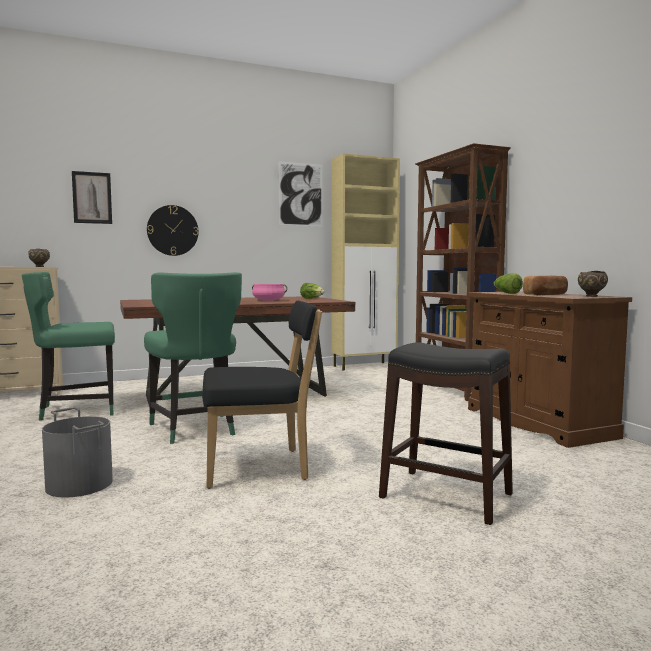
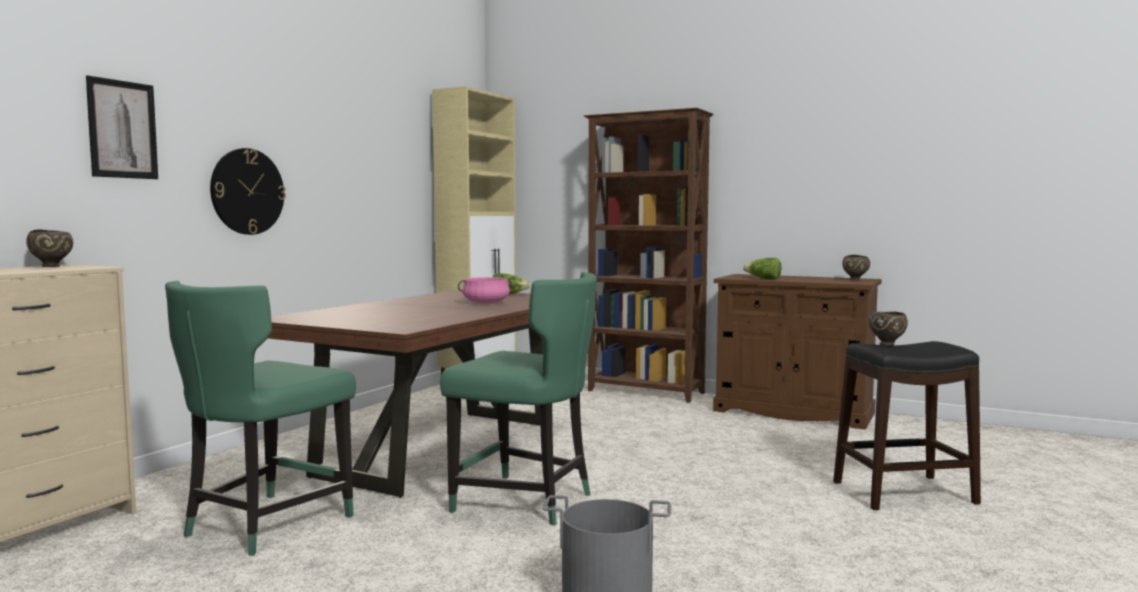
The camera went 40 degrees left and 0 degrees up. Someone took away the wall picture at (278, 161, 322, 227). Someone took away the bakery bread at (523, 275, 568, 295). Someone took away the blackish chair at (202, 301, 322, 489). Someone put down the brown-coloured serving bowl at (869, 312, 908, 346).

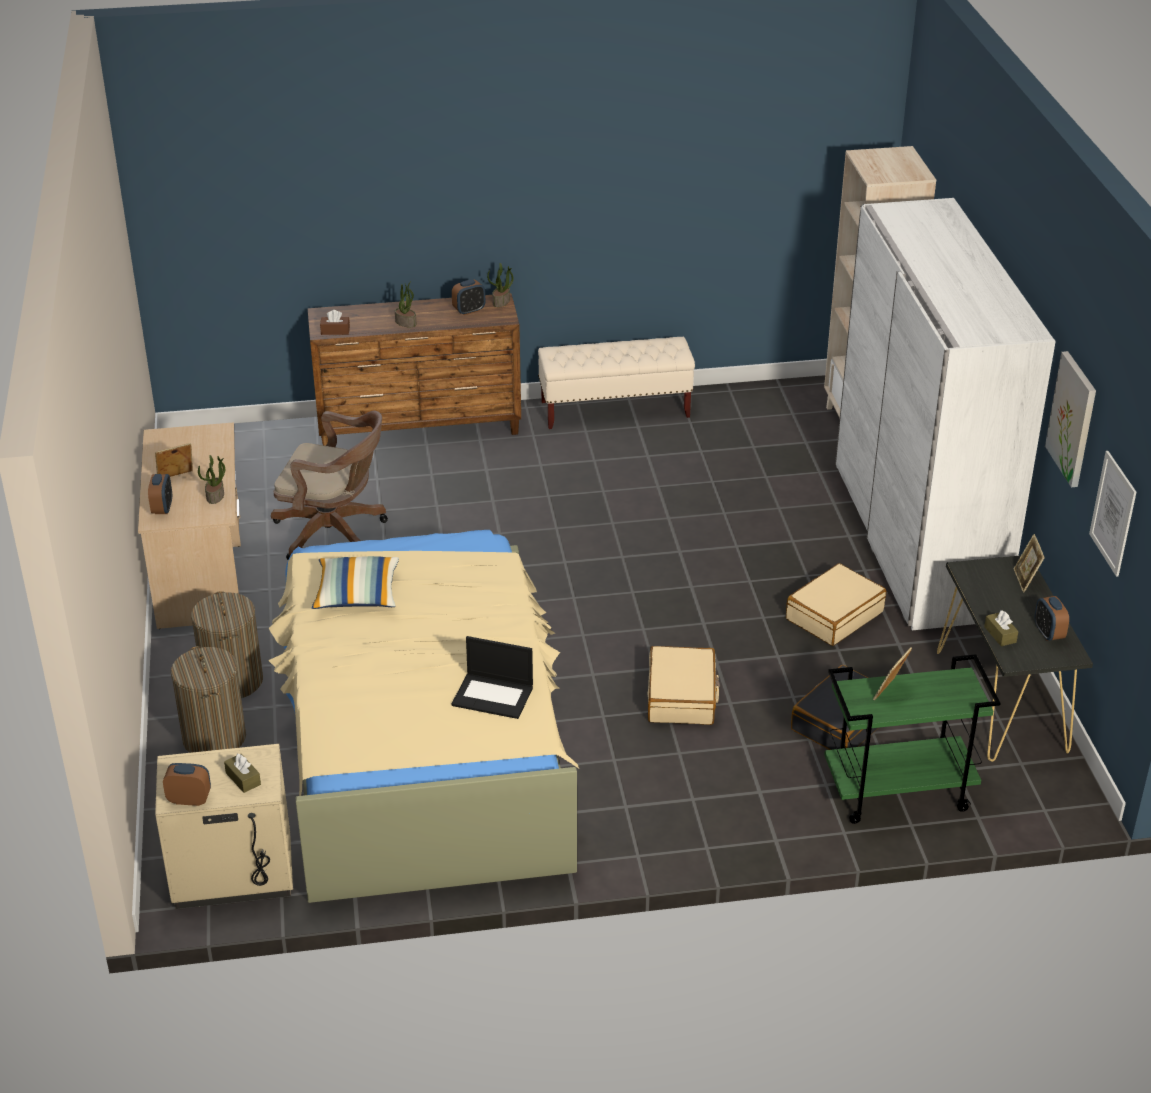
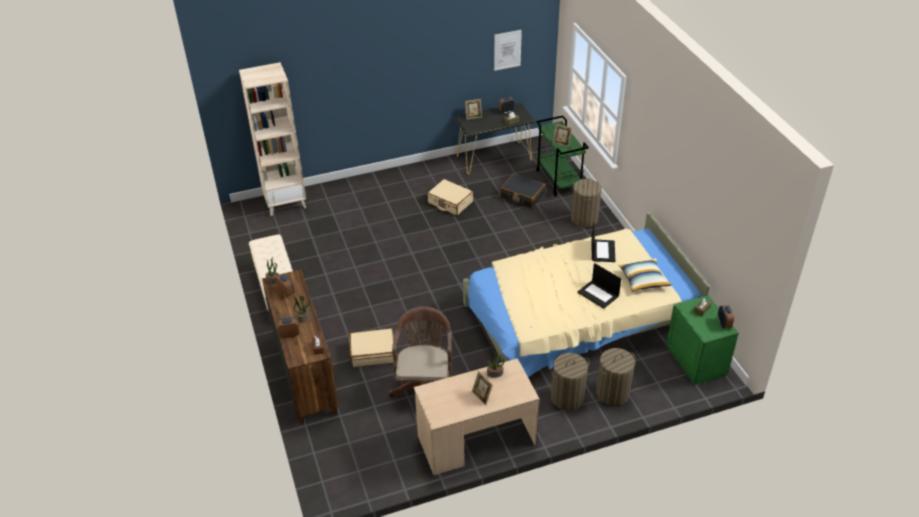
The camera went 100 degrees left and 5 degrees up. Someone took away the white-coloured clothes cupboard at (835, 198, 1056, 630). Someone took away the wall picture at (1045, 351, 1096, 487). Someone carried the table clock from (148, 474, 172, 514) to (277, 317, 299, 338). Someone carried the throw pillow from (312, 556, 399, 609) to (618, 258, 672, 292). Someone carried the beige-coloured travel case from (647, 646, 720, 725) to (349, 328, 394, 367). Someone repainted the beige-coloured nightstand at (155, 744, 293, 909), which became the green nightstand at (666, 295, 739, 385). Someone put down the washing basket at (571, 178, 602, 227). Someone put down the notebook computer at (577, 263, 621, 309).

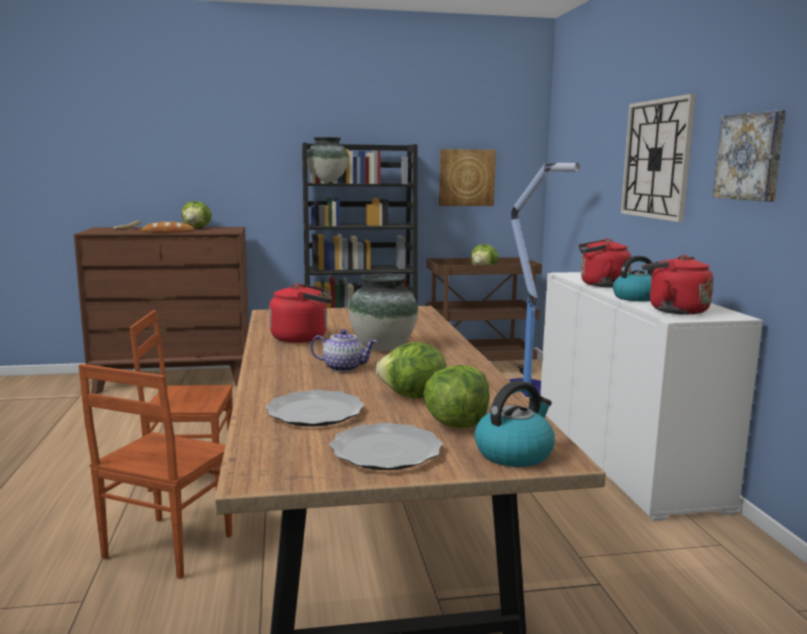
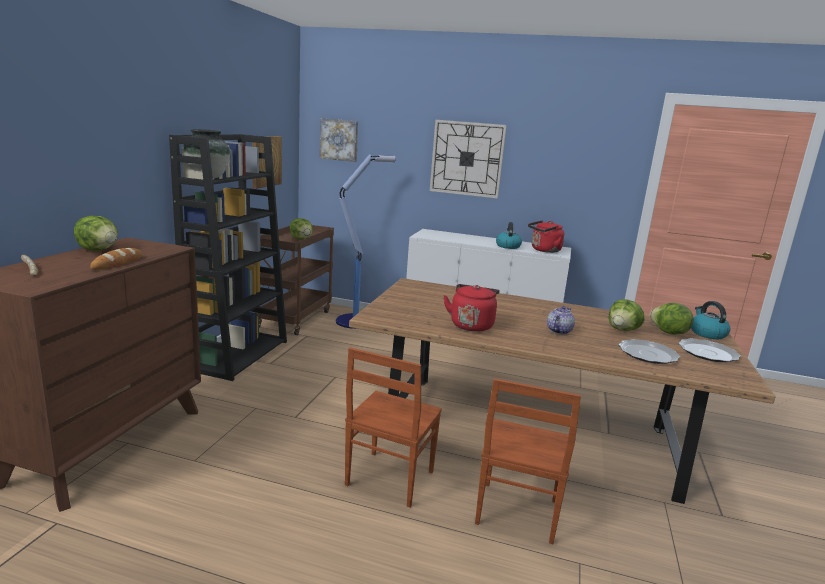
The camera went 65 degrees left and 5 degrees up. Someone carried the wall picture from (713, 110, 786, 202) to (320, 118, 358, 162). Someone took away the red kettle at (578, 239, 631, 287). Someone took away the vase at (349, 273, 418, 351). Someone rotated the brown-coloured chair at (78, 364, 232, 579) by 60 degrees clockwise.

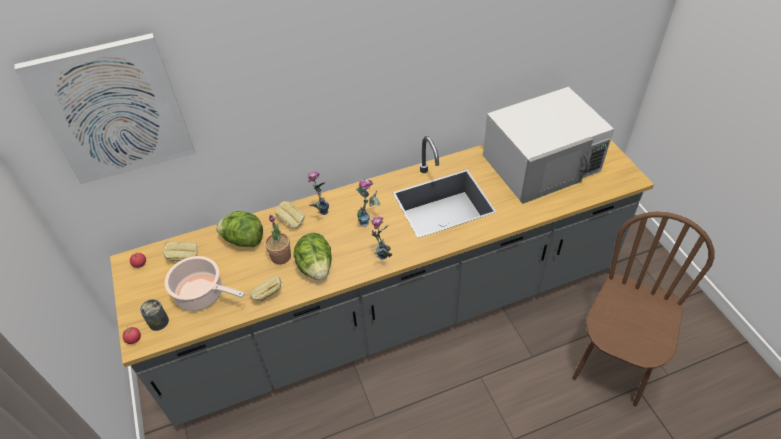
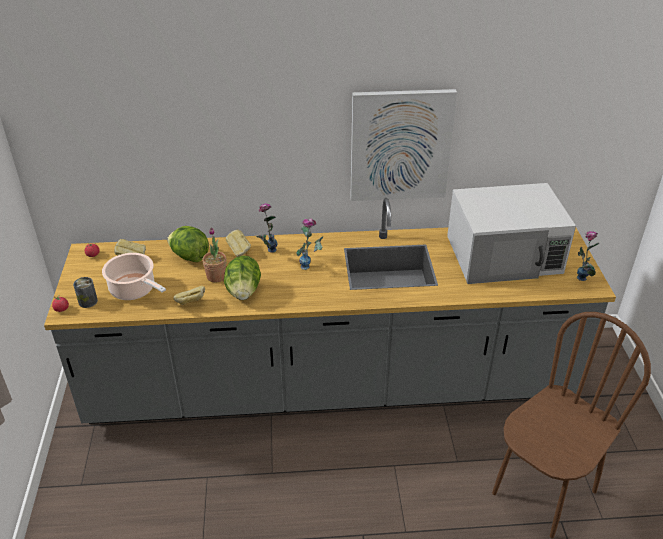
The camera went 15 degrees right and 10 degrees down. Someone carried the wall picture from (14, 33, 195, 184) to (350, 89, 457, 201). Someone carried the vase from (371, 217, 392, 260) to (577, 231, 599, 281).

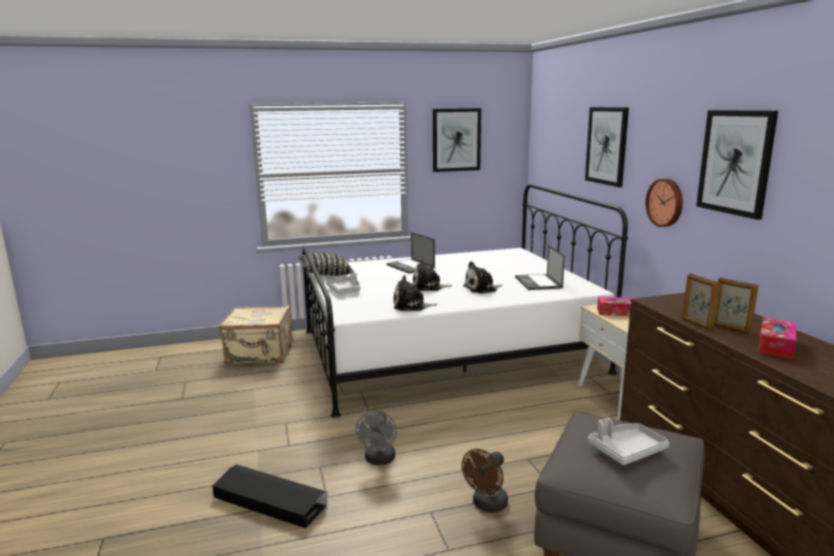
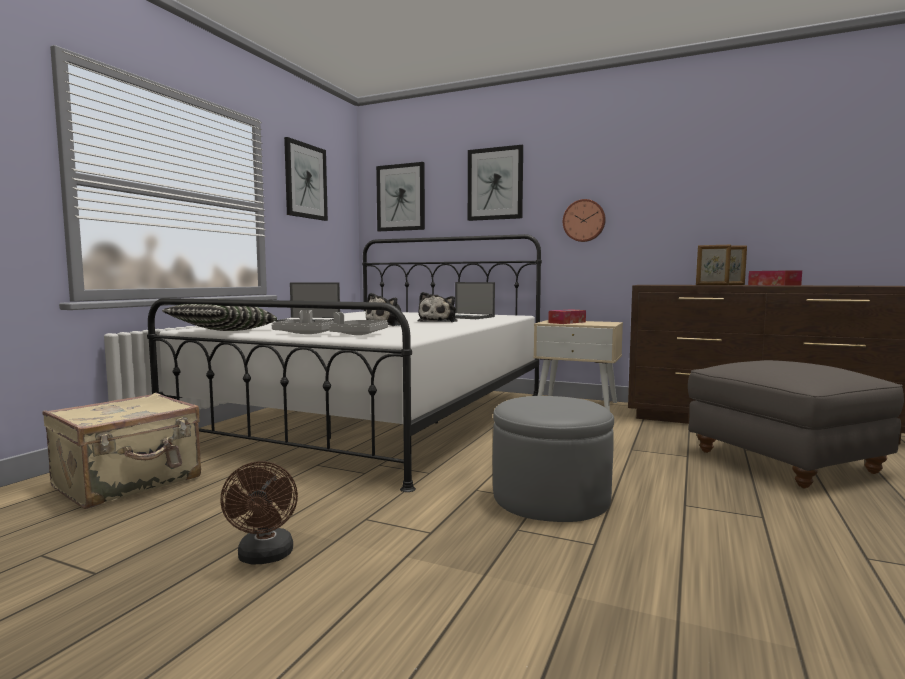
The camera went 50 degrees left and 10 degrees down. Someone carried the wall picture from (696, 110, 778, 220) to (376, 162, 425, 231). Someone took away the plush toy at (393, 275, 438, 311). Someone swapped the gray electric fan at (356, 411, 397, 465) for the gray pouffe at (493, 396, 614, 522). Someone carried the gray serving tray from (588, 418, 669, 465) to (329, 312, 388, 335). Someone carried the brown-coloured electric fan from (462, 449, 508, 513) to (220, 461, 298, 565). Someone took away the blackish storage bin at (212, 464, 327, 528).

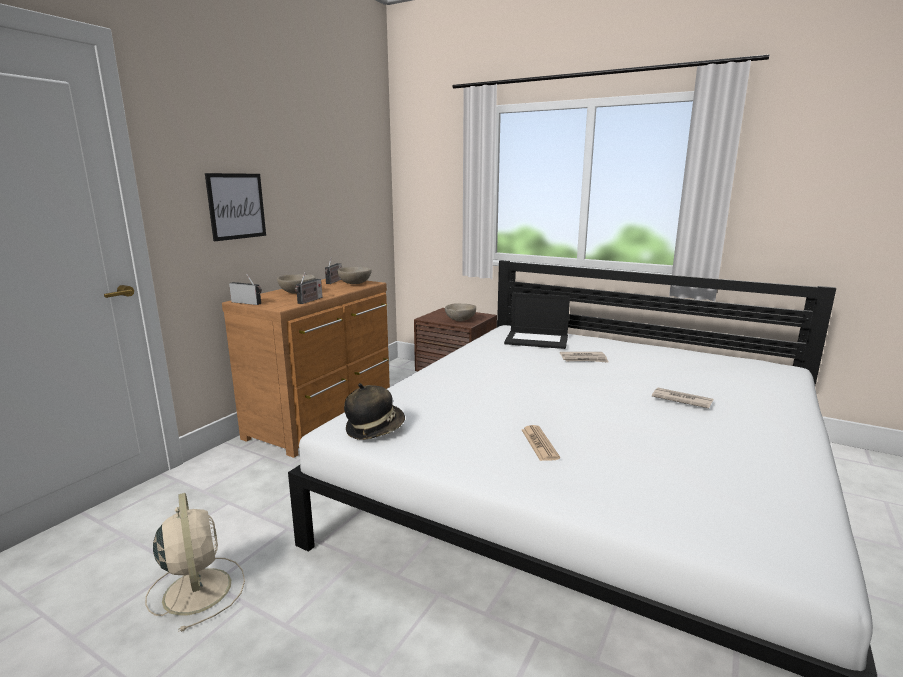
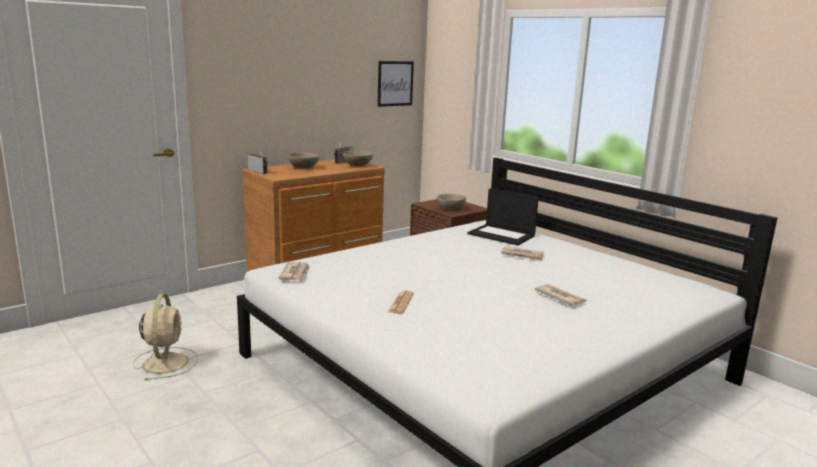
The camera went 20 degrees right and 0 degrees up. Someone carried the wall picture from (205, 173, 266, 241) to (377, 61, 414, 107). Someone took away the radio at (295, 272, 322, 304). Someone swapped the hat at (344, 383, 405, 440) for the printed paper at (278, 262, 310, 281).

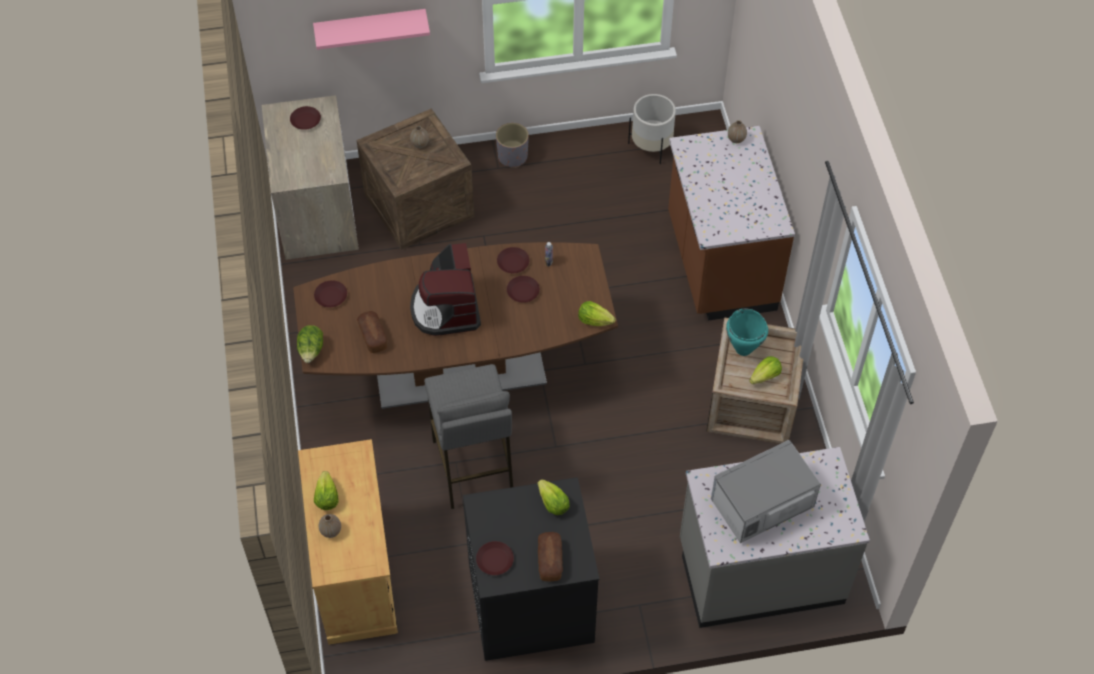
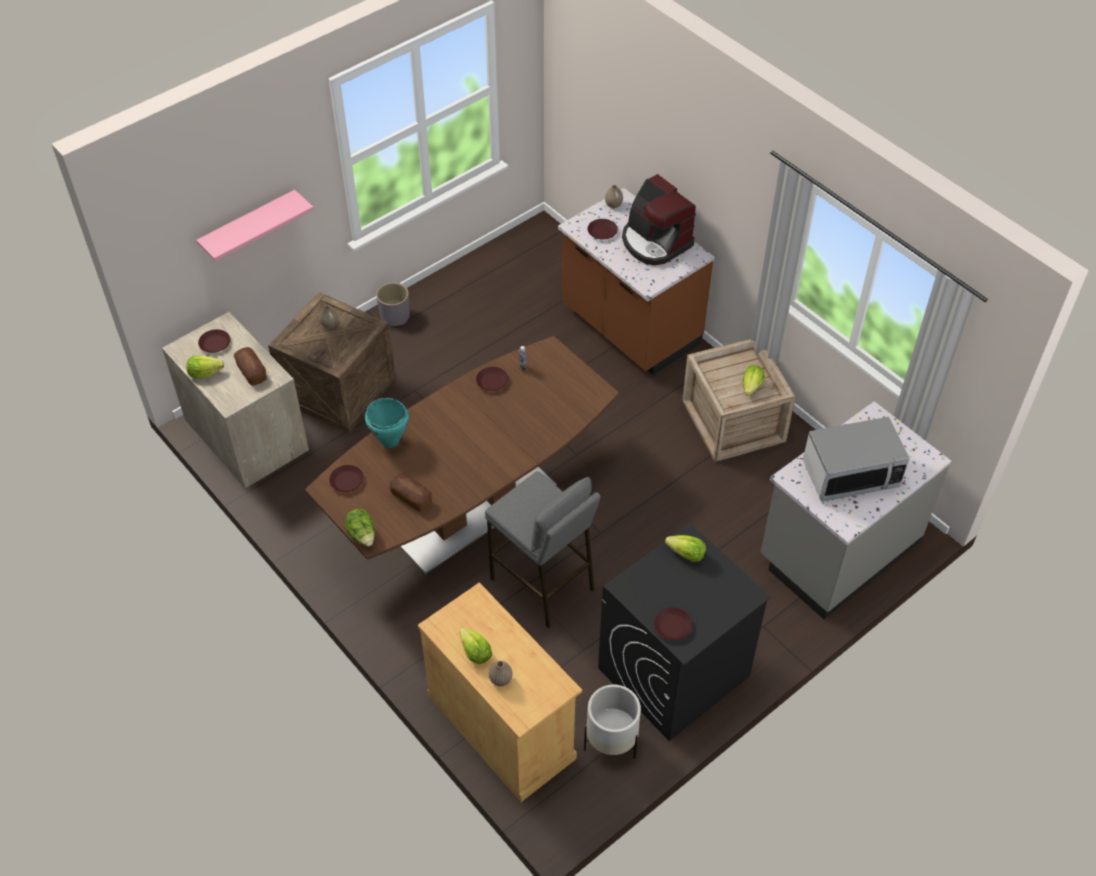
The camera went 30 degrees left and 5 degrees down. Someone carried the white-coloured plant pot from (628, 94, 676, 164) to (584, 685, 641, 759). Someone carried the coffee maker from (410, 243, 481, 336) to (622, 174, 696, 266). Someone carried the brown-coloured flat dish from (507, 276, 540, 303) to (588, 219, 618, 239). Someone carried the lettuce head from (578, 301, 616, 326) to (186, 356, 224, 379). Someone carried the turquoise-coloured cooking pot from (726, 308, 768, 356) to (365, 398, 409, 448). Someone rotated the kitchen microwave at (711, 440, 821, 543) by 135 degrees counterclockwise. Someone carried the bakery bread from (538, 532, 563, 581) to (234, 347, 267, 386).

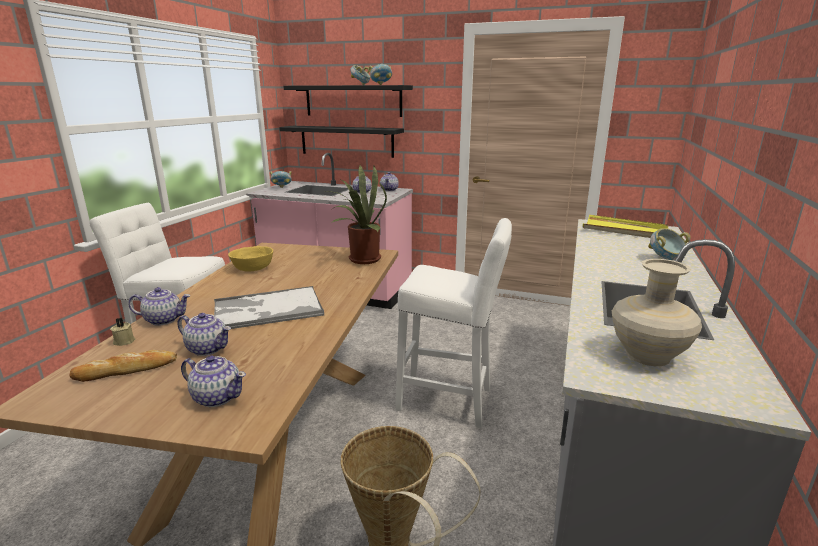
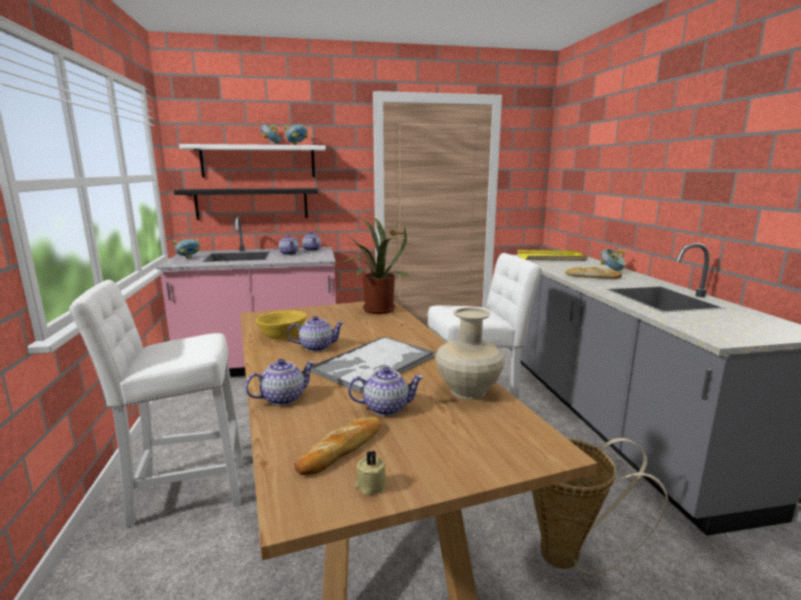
The camera went 30 degrees left and 5 degrees down. Someone repainted the blackish bracket shelf at (283, 85, 413, 117), which became the white-coloured bracket shelf at (179, 144, 326, 178). Someone carried the beige-coloured vase from (612, 259, 702, 366) to (436, 307, 505, 399). Someone carried the beige-coloured wax light from (110, 318, 135, 346) to (354, 450, 387, 495). Someone carried the tea pot from (181, 355, 246, 407) to (287, 316, 344, 352). Someone put down the bakery bread at (565, 267, 622, 279).

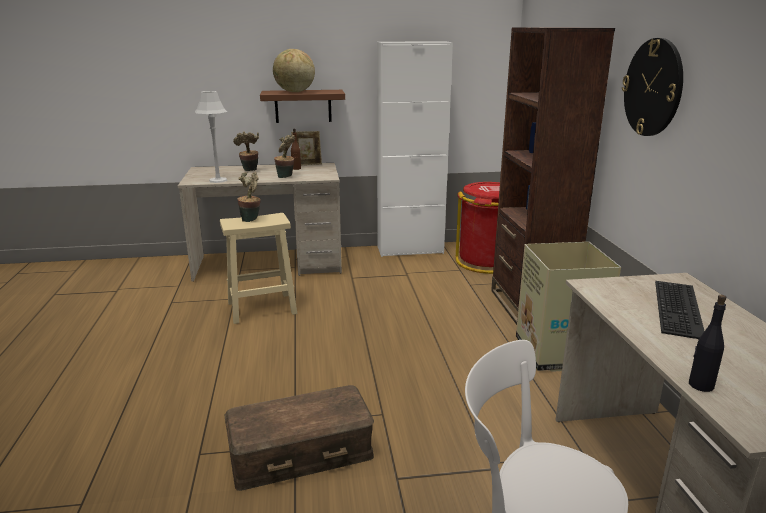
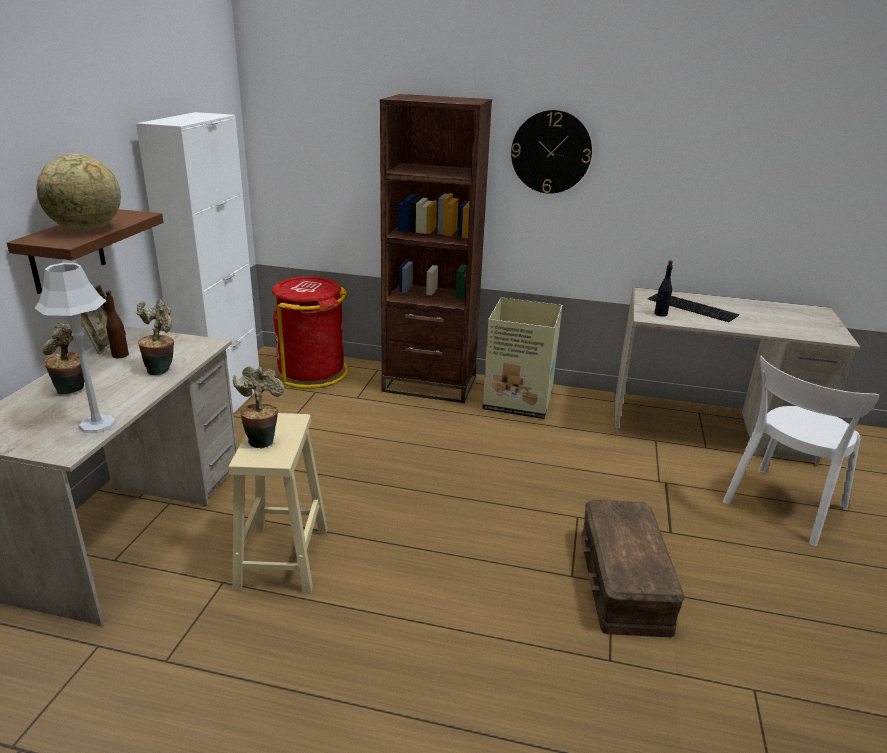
The camera went 70 degrees left and 5 degrees up. Someone carried the blackish bottle from (689, 295, 726, 392) to (654, 260, 673, 317).

